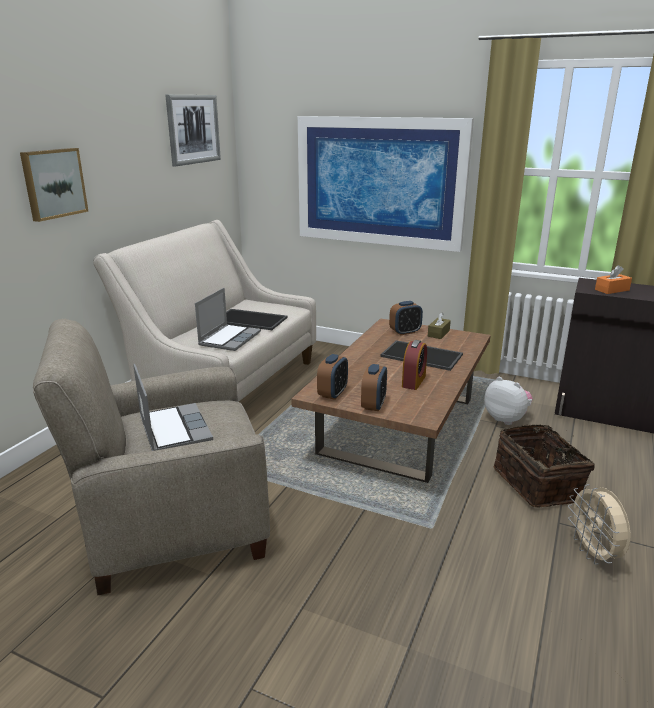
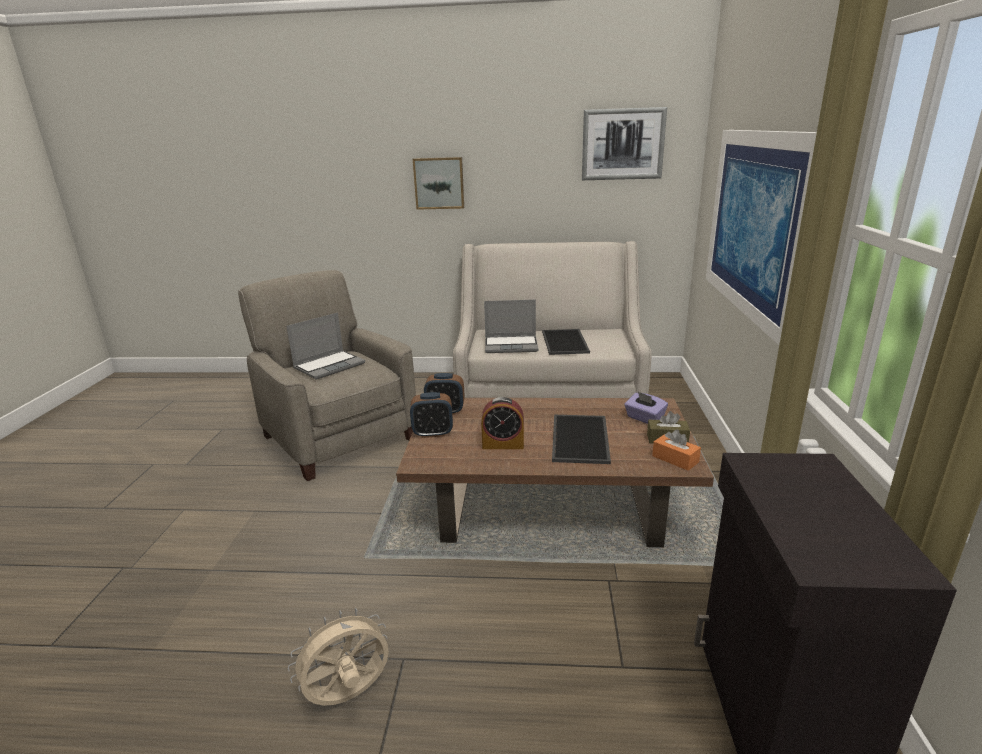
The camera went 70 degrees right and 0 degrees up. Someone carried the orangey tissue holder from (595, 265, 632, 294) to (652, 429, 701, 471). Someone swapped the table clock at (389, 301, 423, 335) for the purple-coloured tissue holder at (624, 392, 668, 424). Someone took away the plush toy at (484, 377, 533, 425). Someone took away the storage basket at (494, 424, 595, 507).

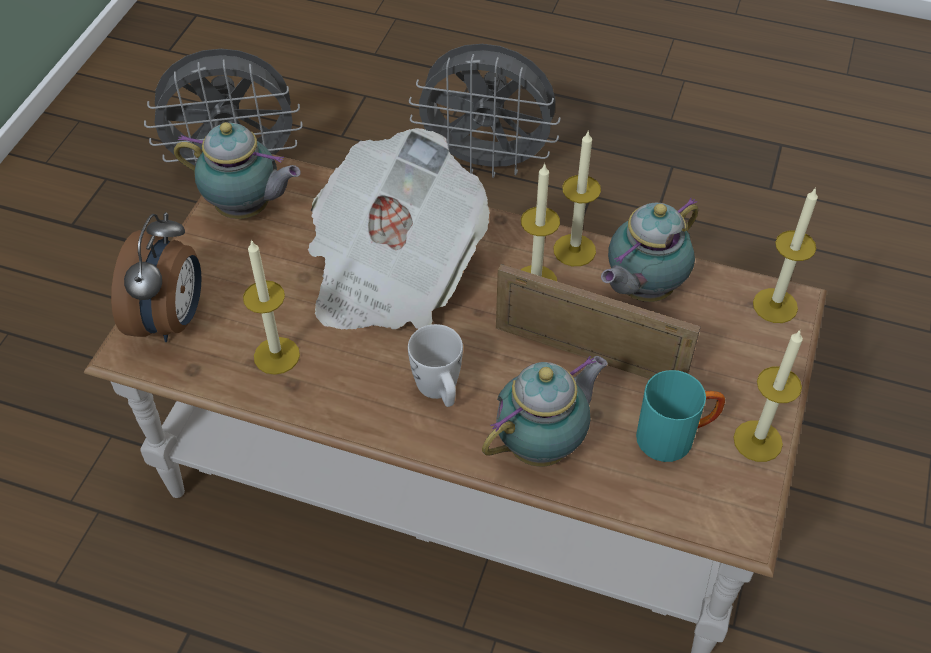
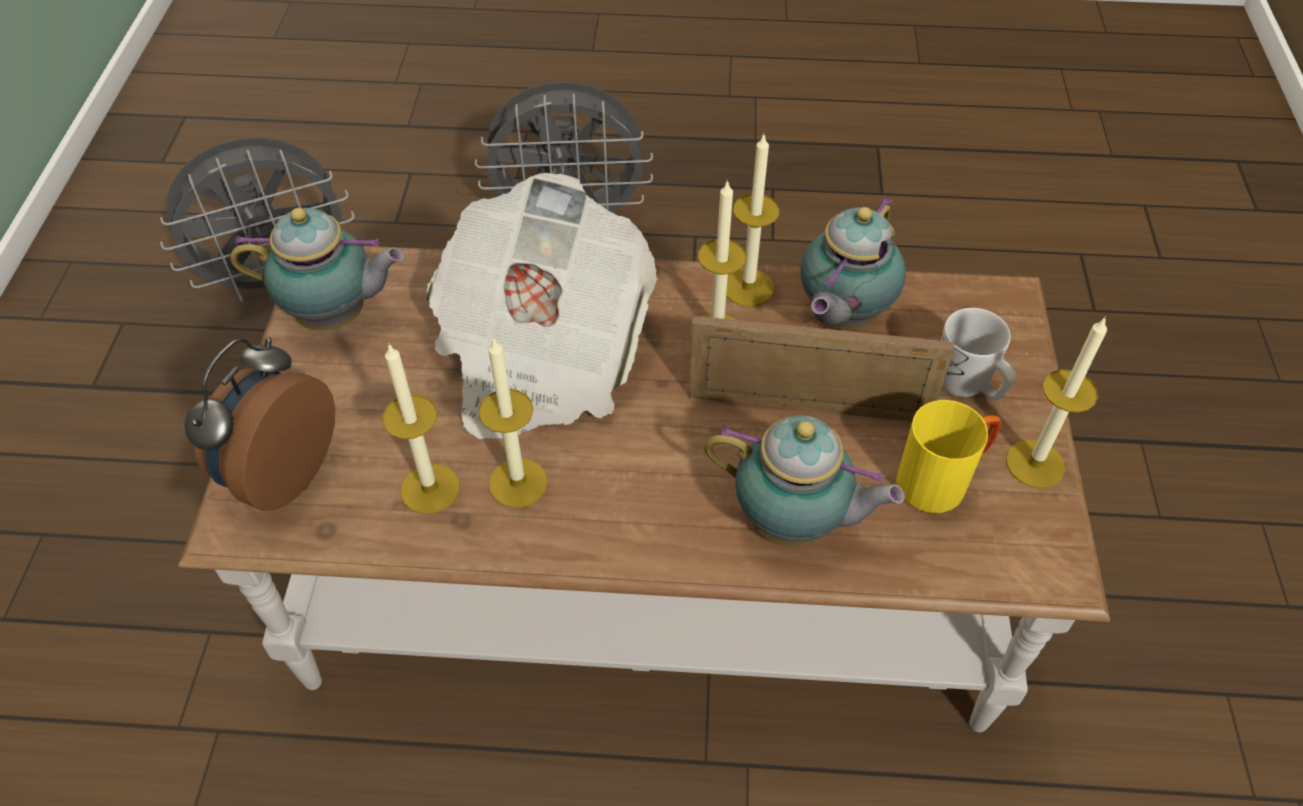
The camera went 15 degrees left and 0 degrees up. Someone carried the wax light from (753, 187, 818, 323) to (478, 337, 548, 508). Someone rotated the table clock at (111, 212, 202, 342) by 150 degrees counterclockwise. Someone carried the white-coloured coffee mug from (408, 324, 463, 407) to (941, 308, 1016, 401). Someone rotated the tea pot at (482, 356, 608, 467) by 75 degrees clockwise. Someone repainted the turquoise-coloured coffee mug at (636, 370, 725, 462), which became the yellow coffee mug at (896, 400, 1001, 513).

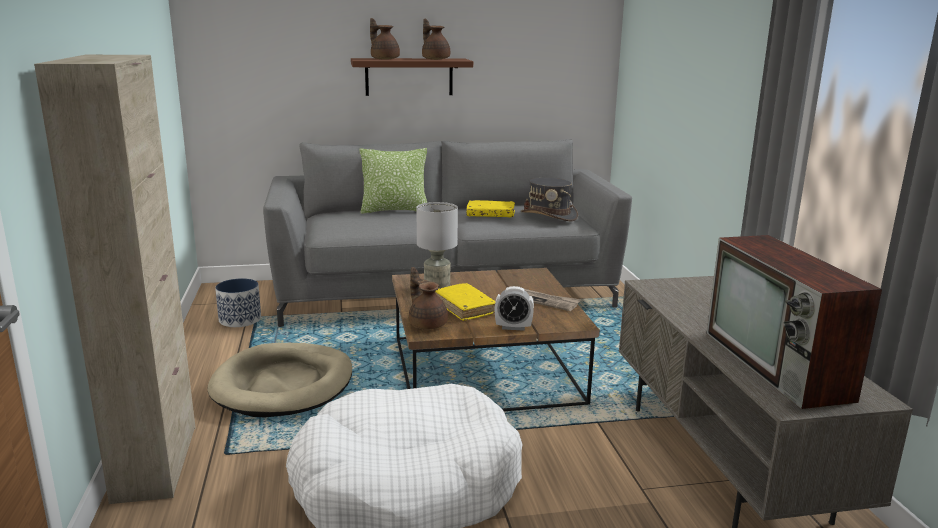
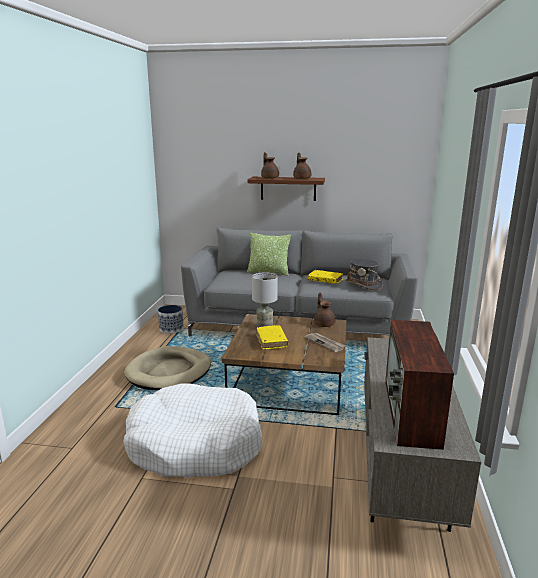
The camera went 20 degrees right and 0 degrees up. Someone took away the beige-coloured cupboard at (34, 55, 196, 504). Someone carried the brown-coloured tea pot from (409, 267, 448, 329) to (314, 293, 335, 327). Someone took away the table clock at (495, 286, 534, 331).

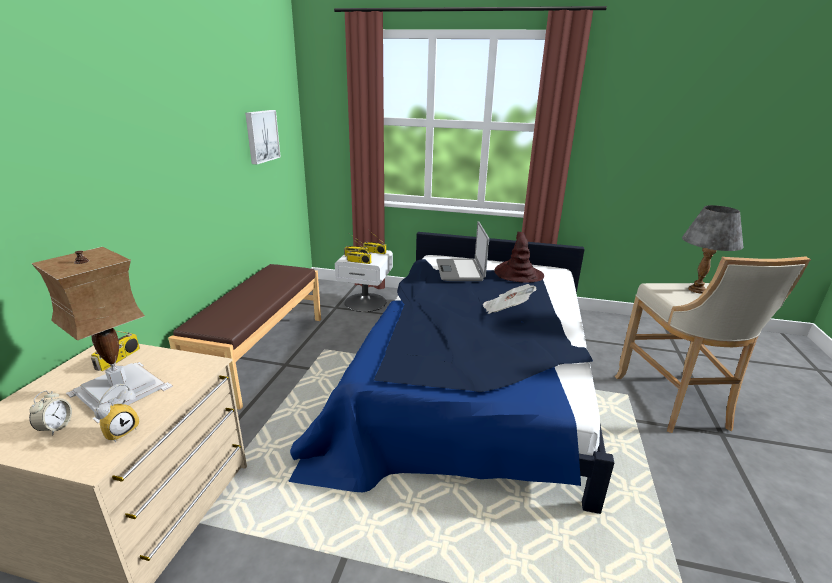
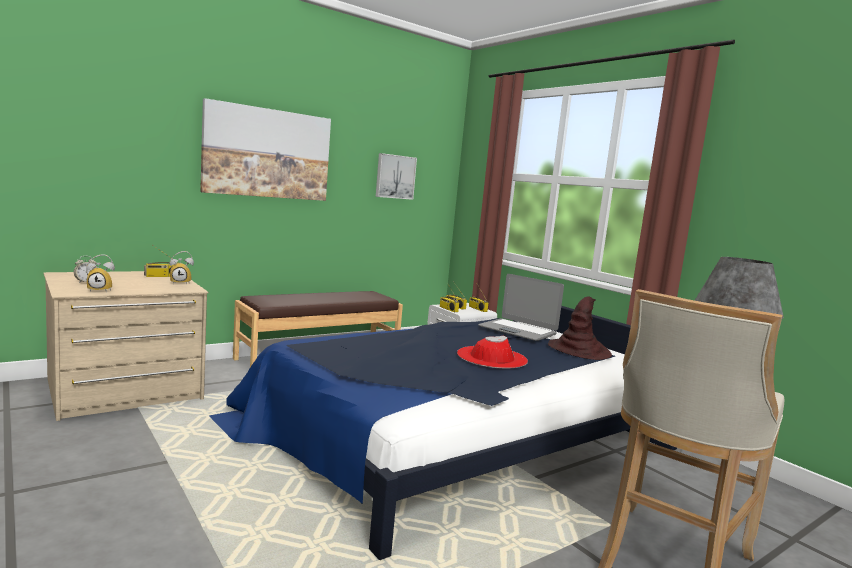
The camera went 40 degrees right and 15 degrees down. Someone rotated the notebook computer at (436, 221, 489, 281) by 90 degrees counterclockwise. Someone took away the table lamp at (31, 247, 173, 423). Someone swapped the printed paper at (483, 284, 537, 314) for the red hat at (457, 336, 528, 369). Someone put up the wall picture at (200, 98, 331, 201). Someone put down the table clock at (170, 251, 194, 285).

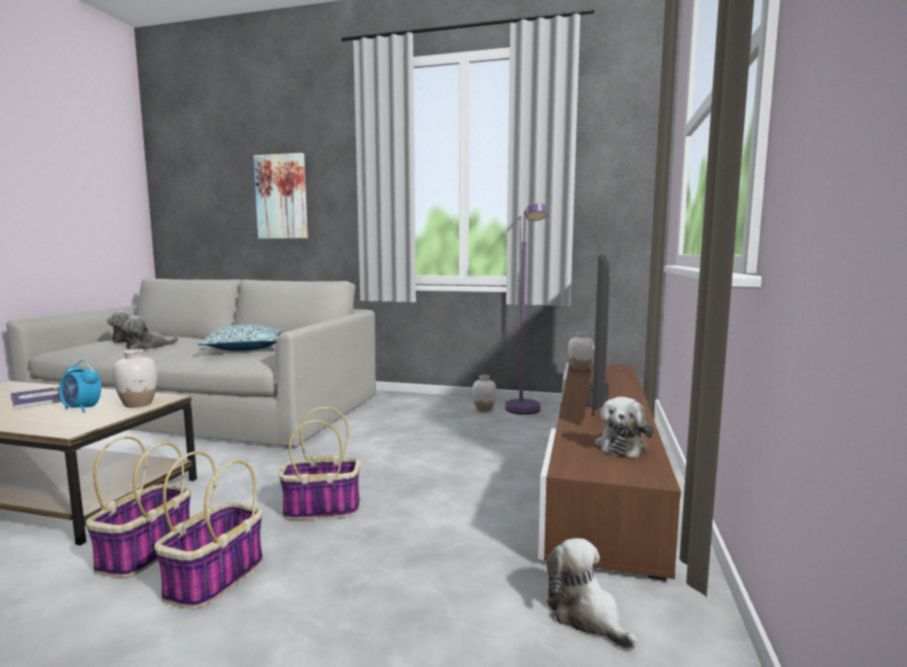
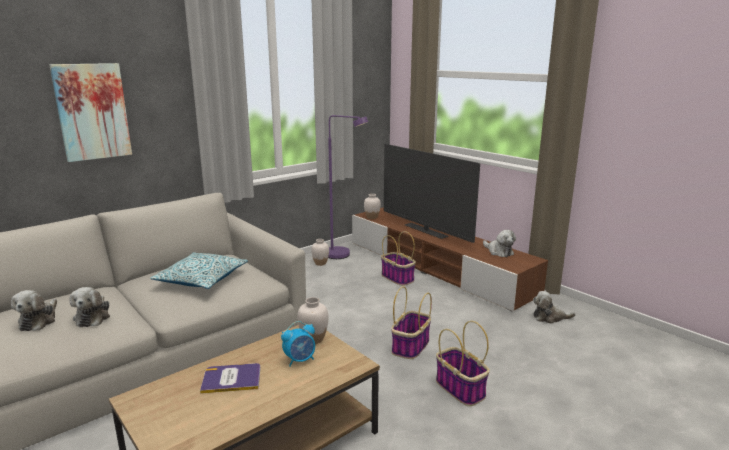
The camera went 55 degrees left and 10 degrees up. Someone carried the storage basket from (86, 436, 191, 578) to (381, 231, 416, 286).

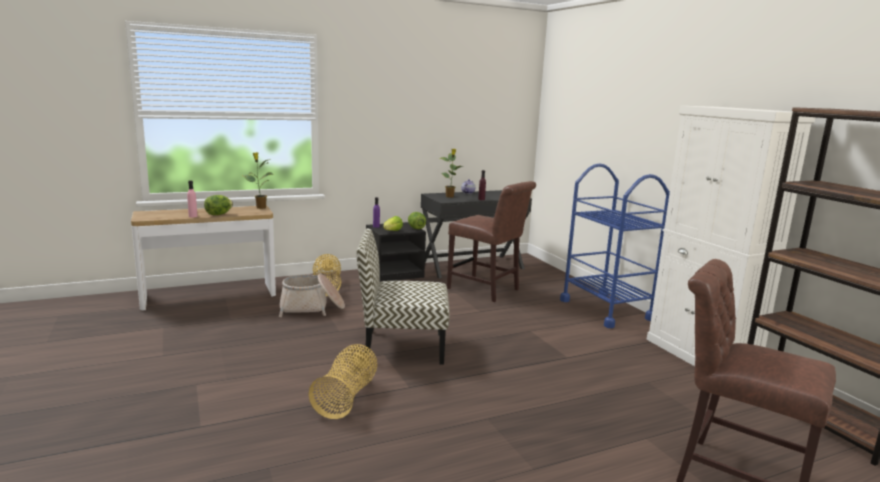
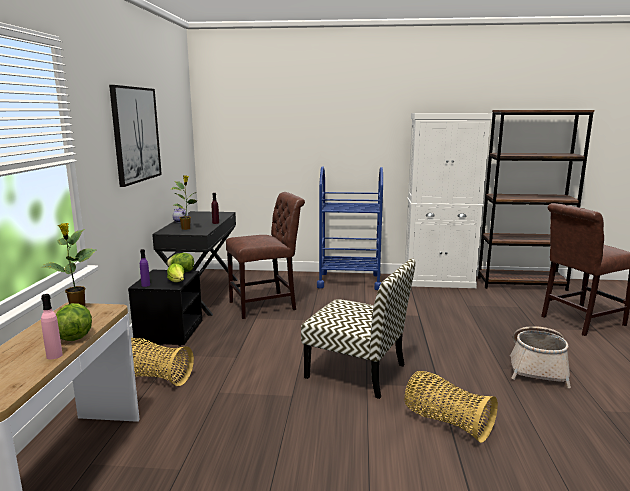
The camera went 60 degrees left and 0 degrees up. Someone rotated the chair at (356, 228, 450, 365) by 90 degrees counterclockwise. Someone carried the storage basket from (279, 274, 345, 317) to (510, 326, 571, 388). Someone put up the wall picture at (109, 85, 162, 187).

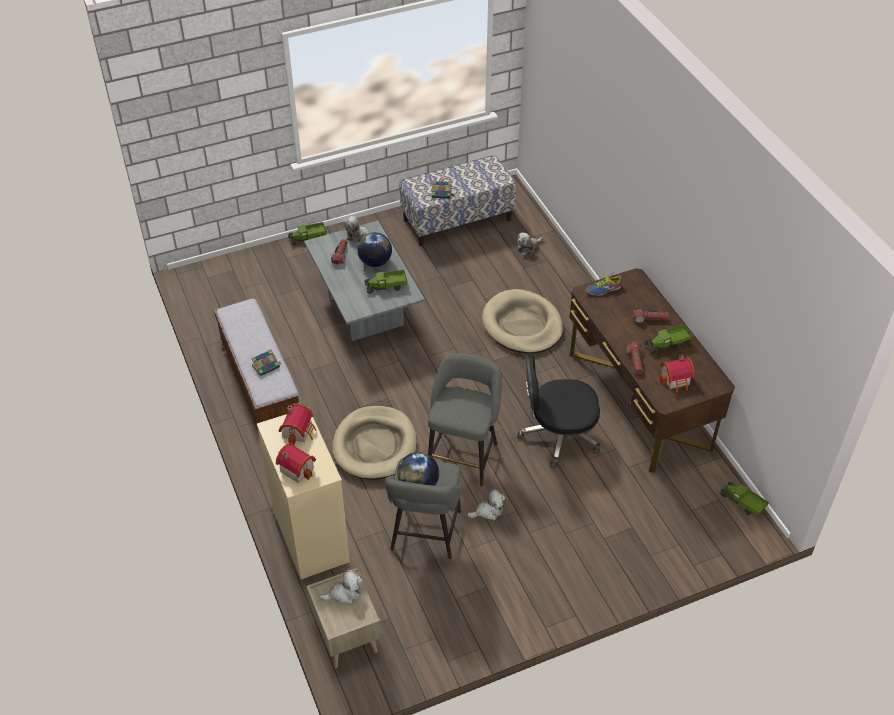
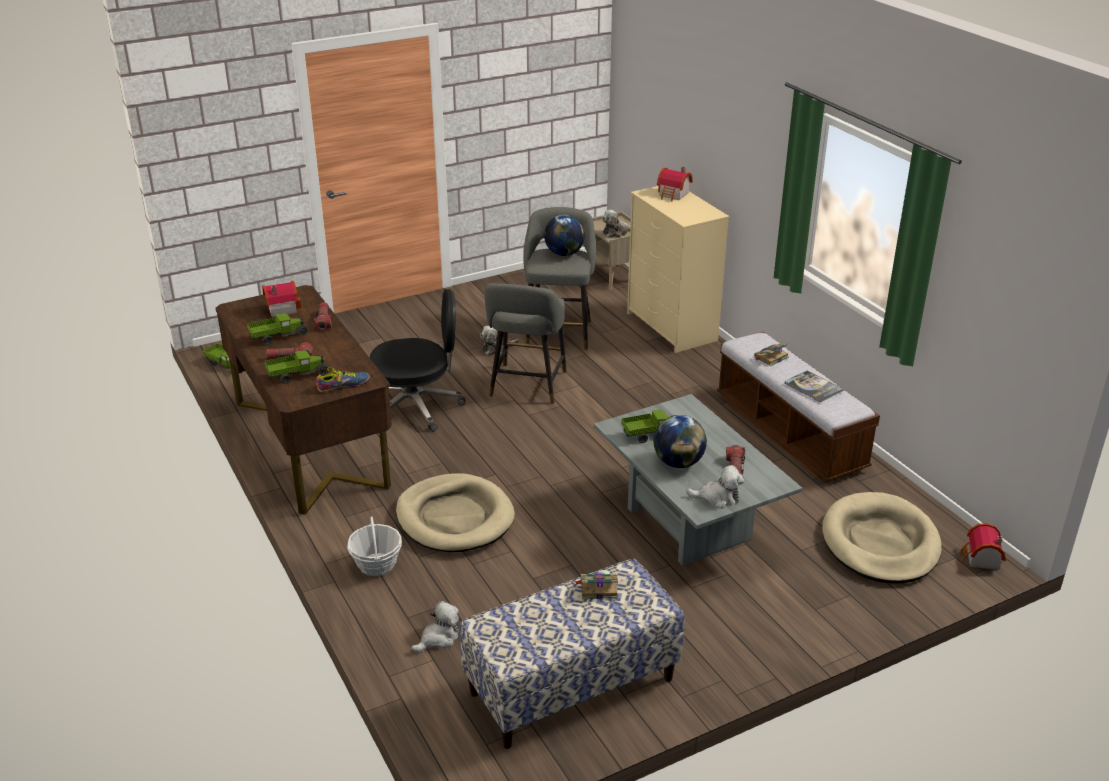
The camera went 175 degrees right and 15 degrees down. Someone carried the model truck from (288, 222, 327, 246) to (264, 350, 328, 384). Someone carried the model house from (279, 404, 317, 444) to (959, 523, 1006, 570). Someone carried the beige-coloured pet bed from (332, 406, 417, 480) to (822, 492, 941, 584). Someone put down the book at (785, 370, 844, 402). Someone put down the storage basket at (347, 516, 402, 576).

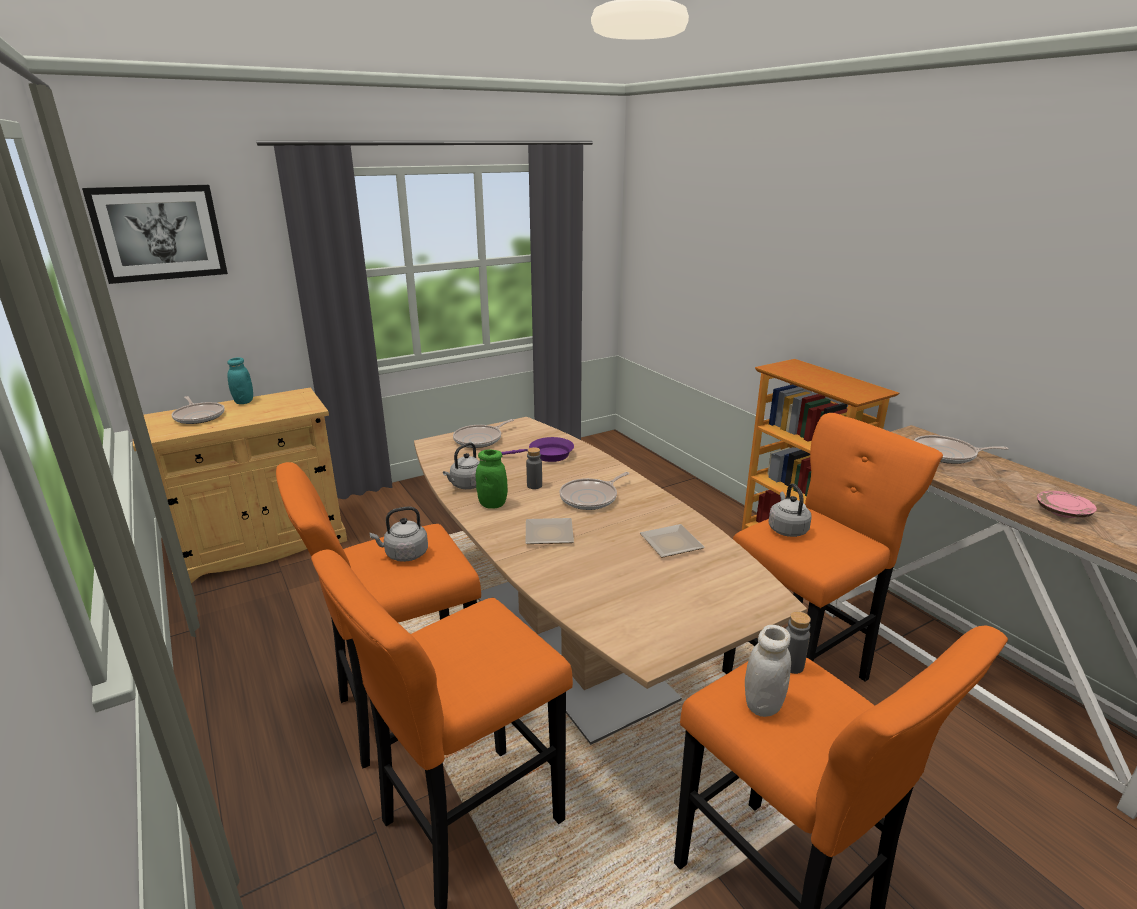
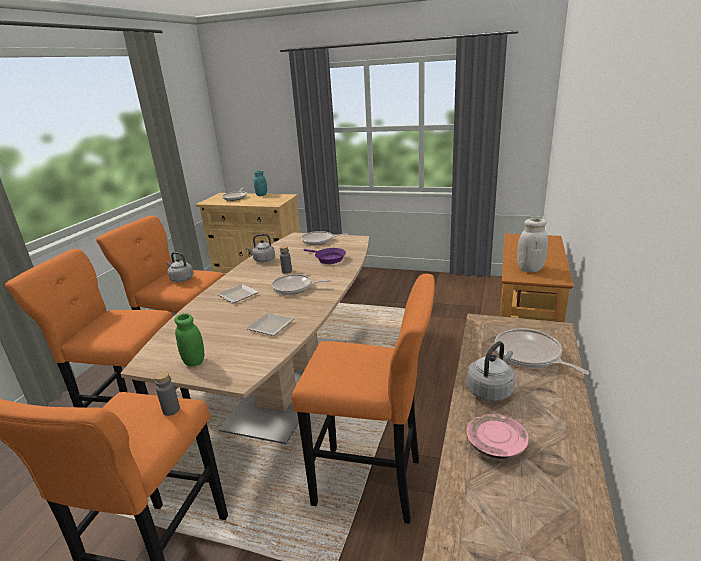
The camera went 50 degrees right and 0 degrees up. Someone took away the wall picture at (82, 185, 228, 284). Someone carried the green storage jar from (476, 449, 508, 509) to (175, 313, 204, 366). Someone carried the gray kettle from (768, 483, 812, 537) to (467, 341, 515, 401). Someone carried the white-coloured storage jar from (745, 625, 791, 717) to (517, 218, 548, 272).

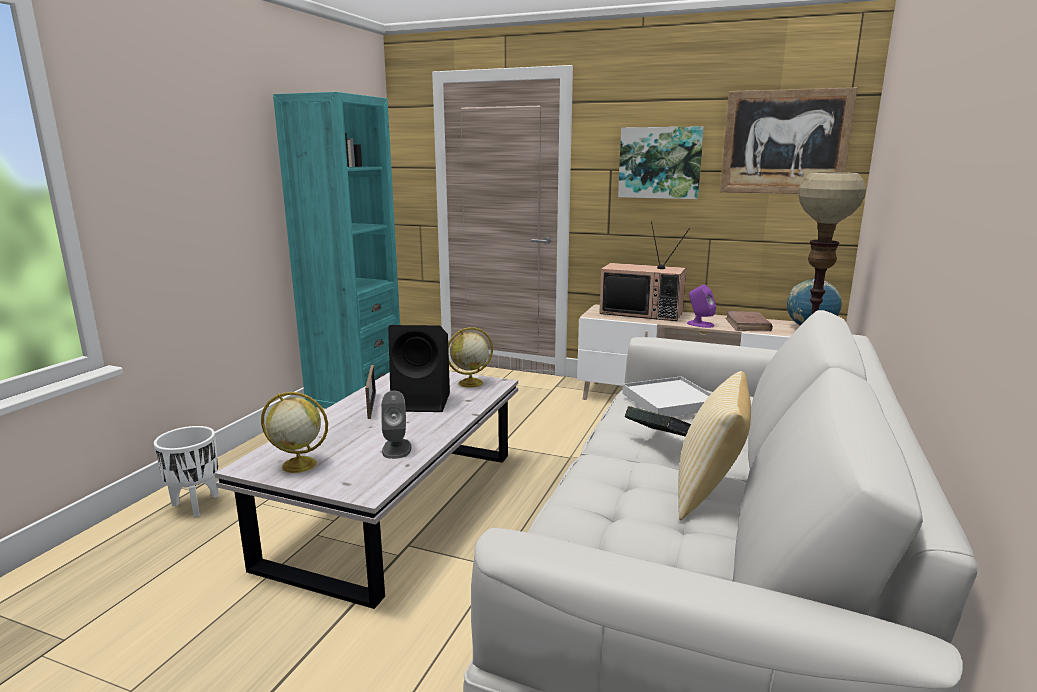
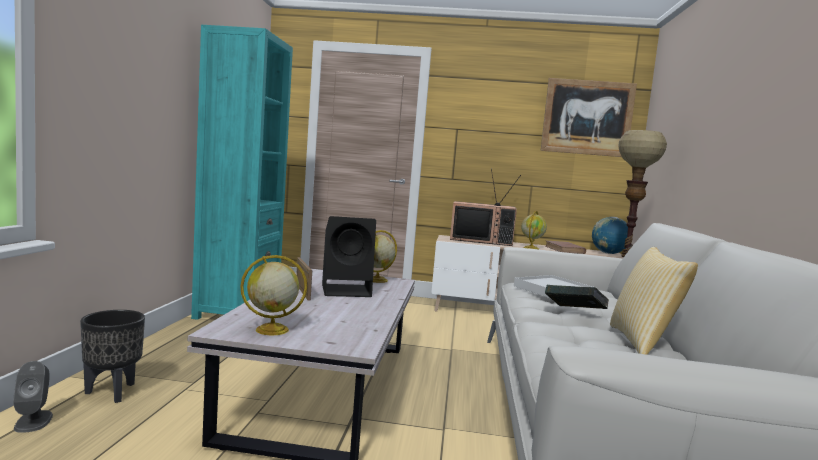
The camera went 15 degrees left and 10 degrees down. Someone took away the wall picture at (618, 126, 704, 199). Someone swapped the purple-coloured audio speaker at (687, 285, 716, 328) for the globe at (521, 211, 547, 250). Someone carried the gray audio speaker from (381, 391, 411, 459) to (13, 361, 53, 433). Someone repainted the white-coloured plant pot at (154, 426, 219, 517), which became the blackish plant pot at (80, 310, 145, 403).

